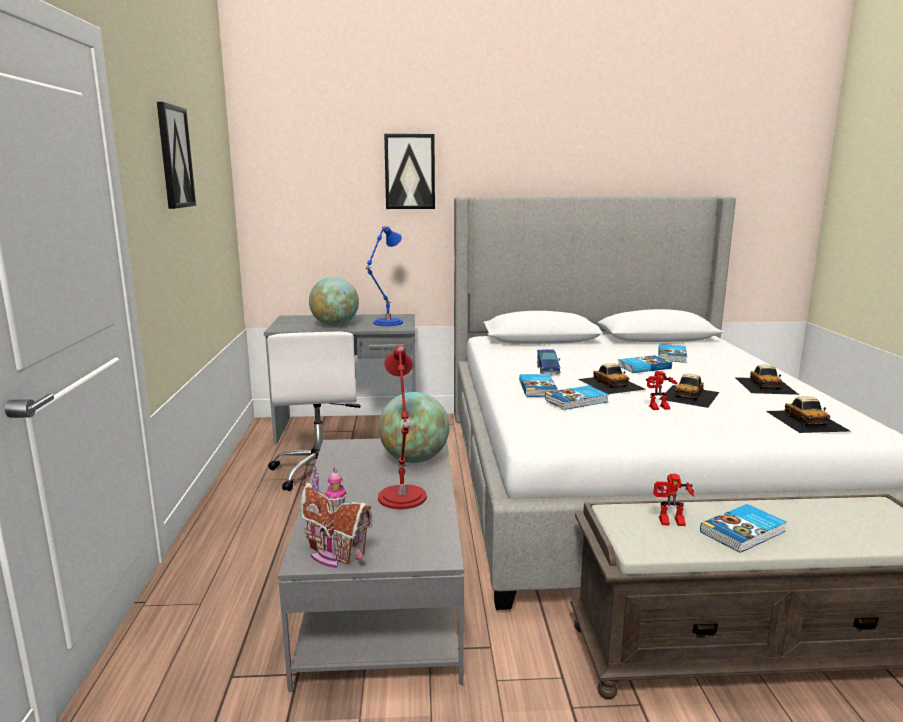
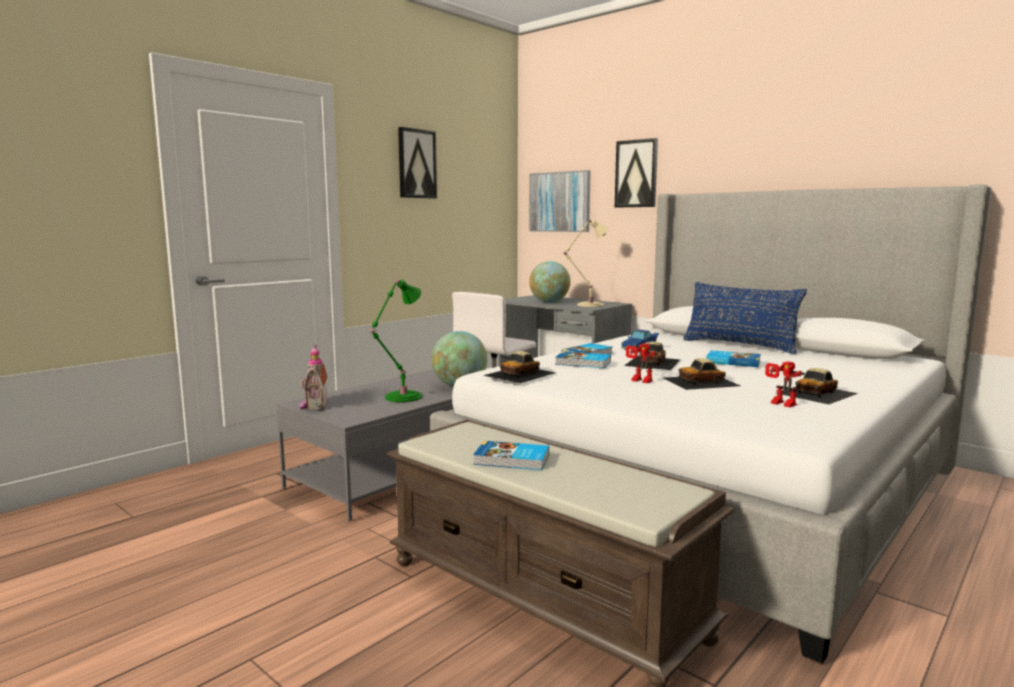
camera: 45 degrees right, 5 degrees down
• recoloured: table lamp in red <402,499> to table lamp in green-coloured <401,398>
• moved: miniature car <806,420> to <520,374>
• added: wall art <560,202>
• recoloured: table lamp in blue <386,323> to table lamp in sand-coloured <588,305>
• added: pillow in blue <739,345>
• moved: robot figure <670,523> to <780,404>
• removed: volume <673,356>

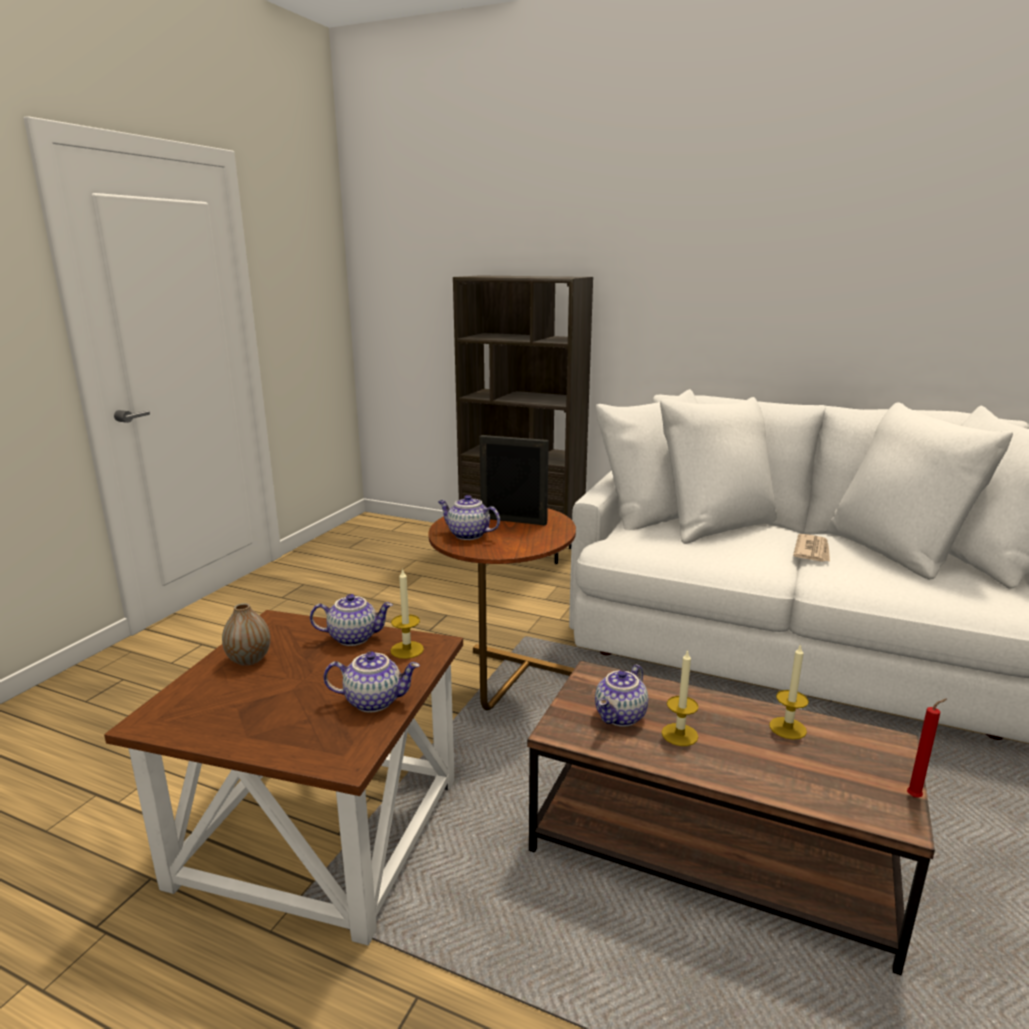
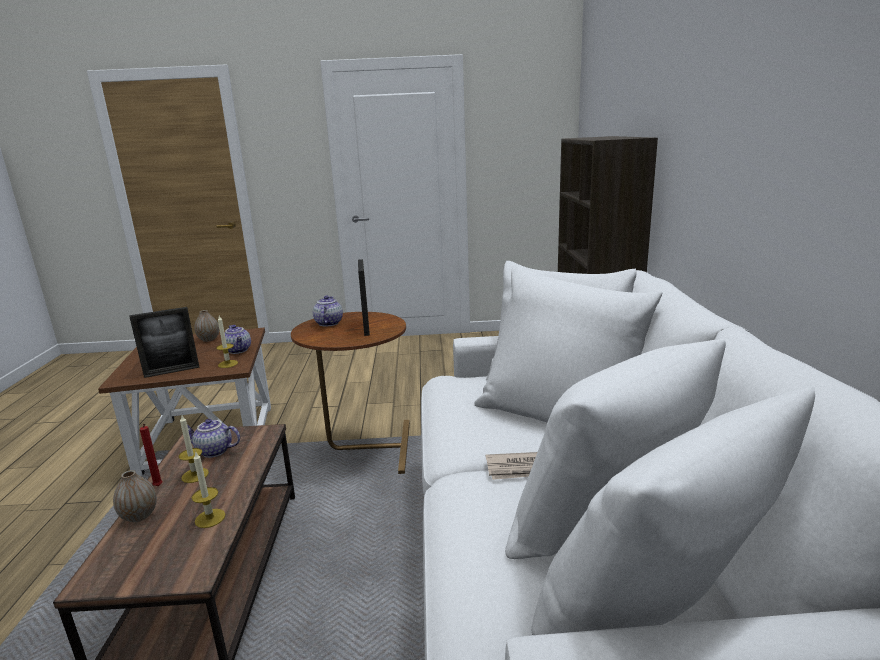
camera: 65 degrees right, 0 degrees up
• added: flower vase <139,516>
• replaced: teapot <374,700> to photo frame <172,371>
• moved: candle in red <916,797> to <158,487>

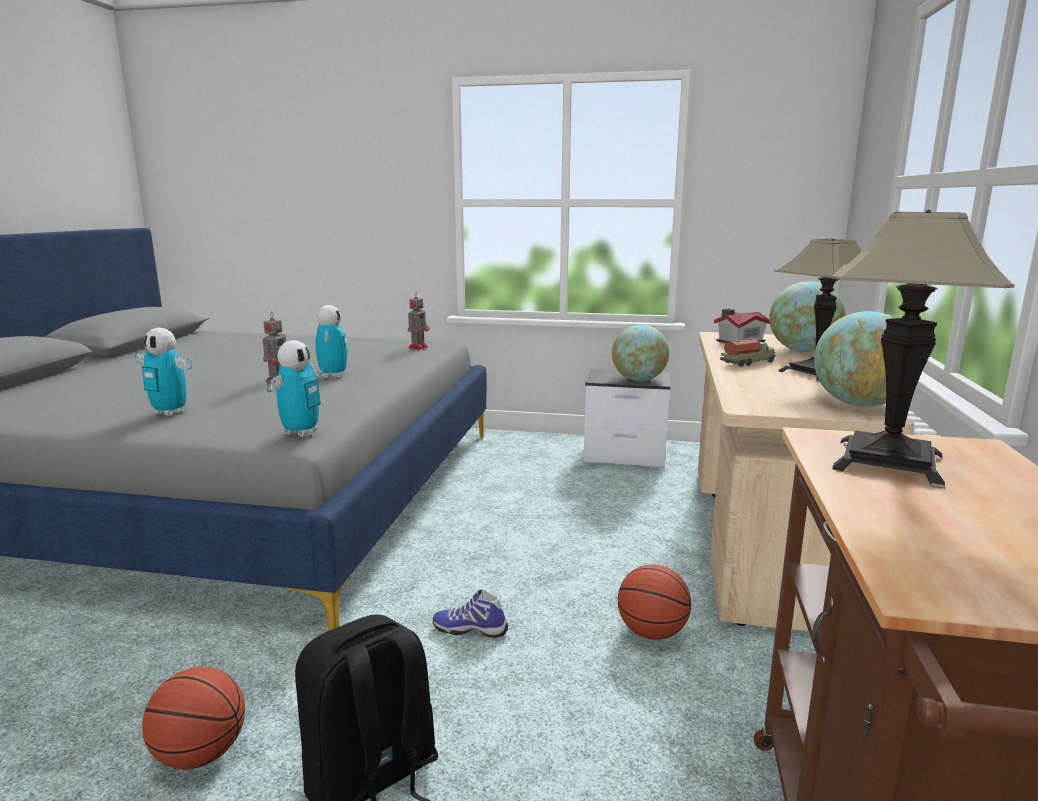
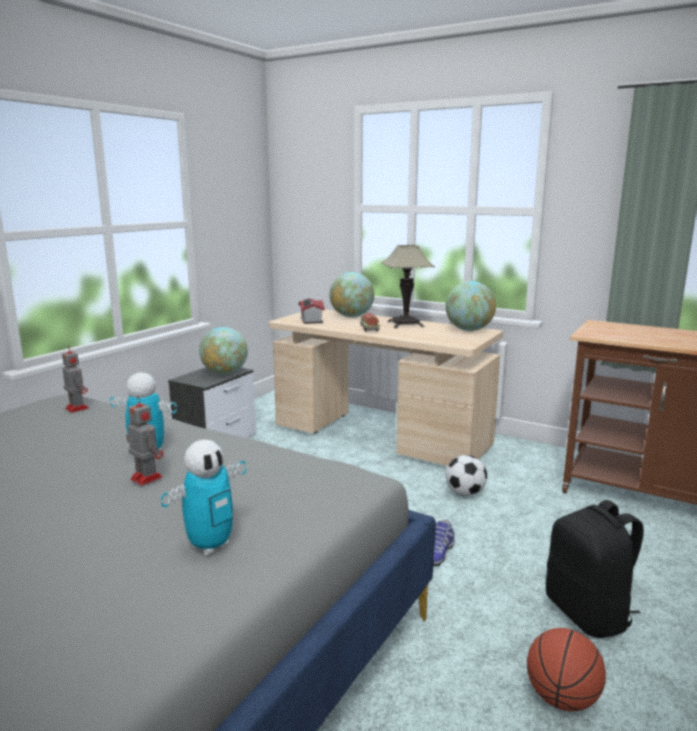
camera: 70 degrees left, 0 degrees up
• replaced: ball for basketball <652,632> to football ball <465,494>
• removed: robot figure <301,432>
• removed: table lamp <887,462>

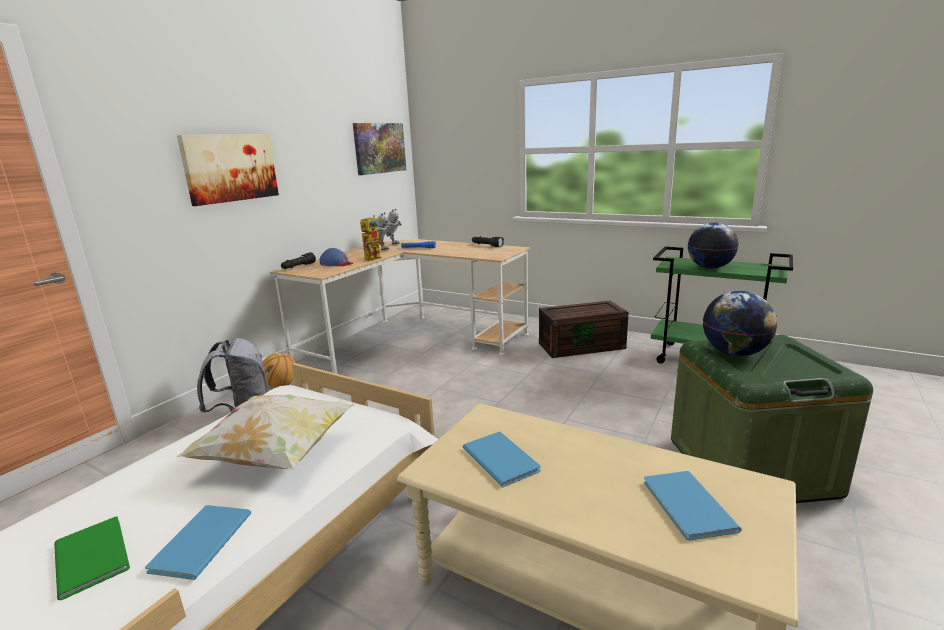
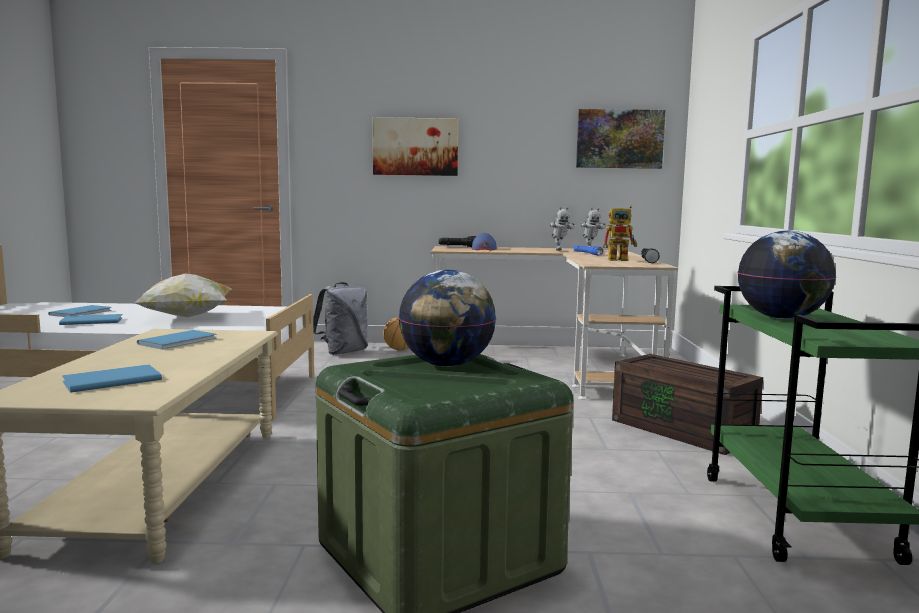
camera: 60 degrees right, 10 degrees down
• recoloured: volume in green-coloured <94,554> to volume in blue <83,312>
• moved: robot figure <374,258> to <622,260>

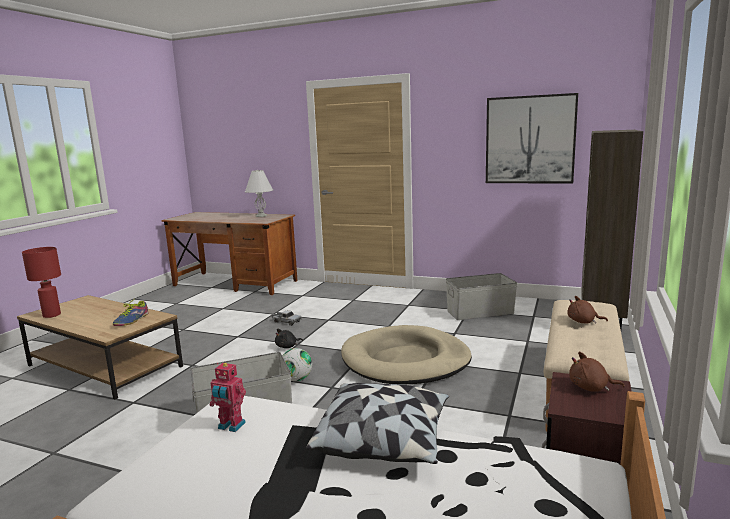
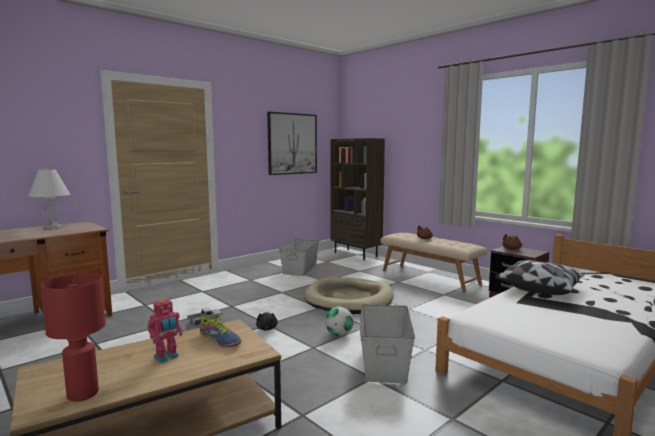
camera: 65 degrees left, 5 degrees down
• moved: robot figure <230,426> to <166,357>

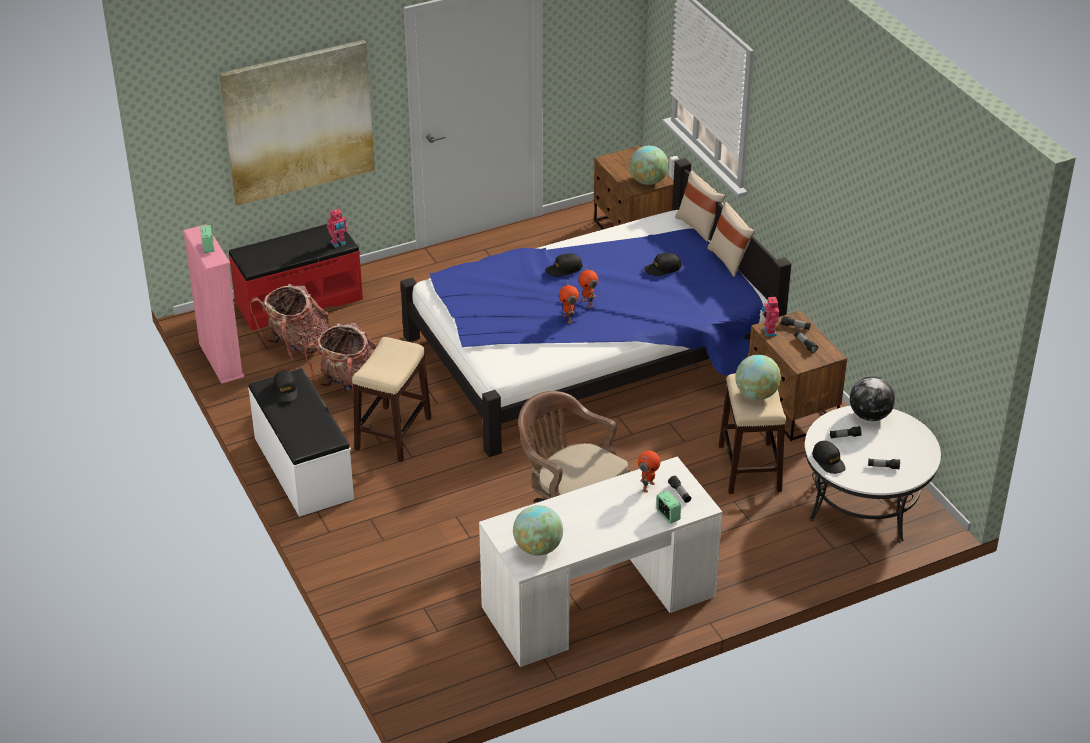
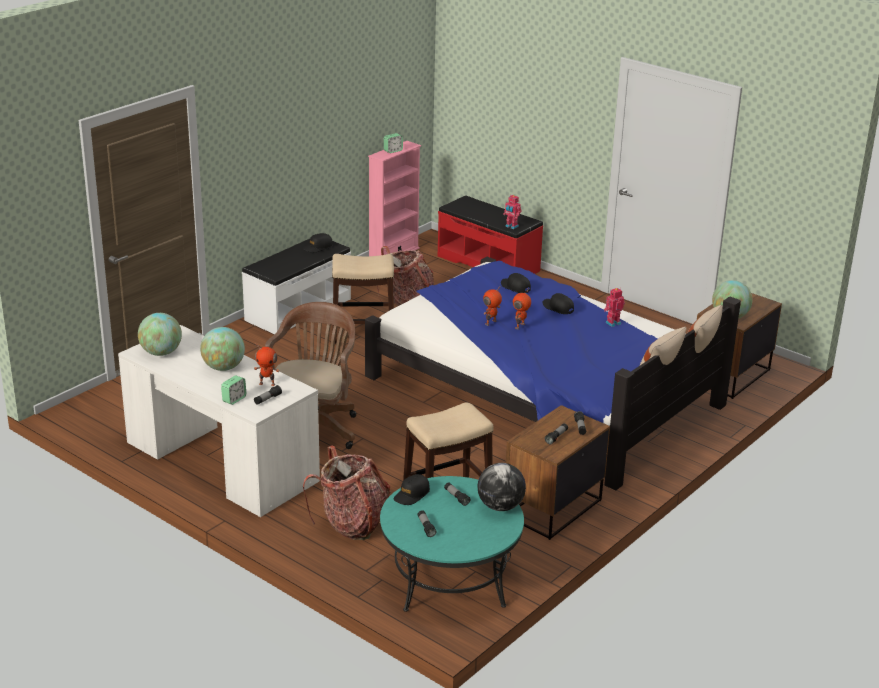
camera: 65 degrees right, 10 degrees down
• moved: globe <756,394> to <223,367>
• moved: backpack <297,345> to <352,524>
• recoloured: lounge table in whitish <865,500> to lounge table in turquoise-coloured <450,577>
• moved: baseball cap in blackish <662,268> to <515,287>
• moved: robot figure <768,332> to <612,323>
• removed: wall art <298,121>

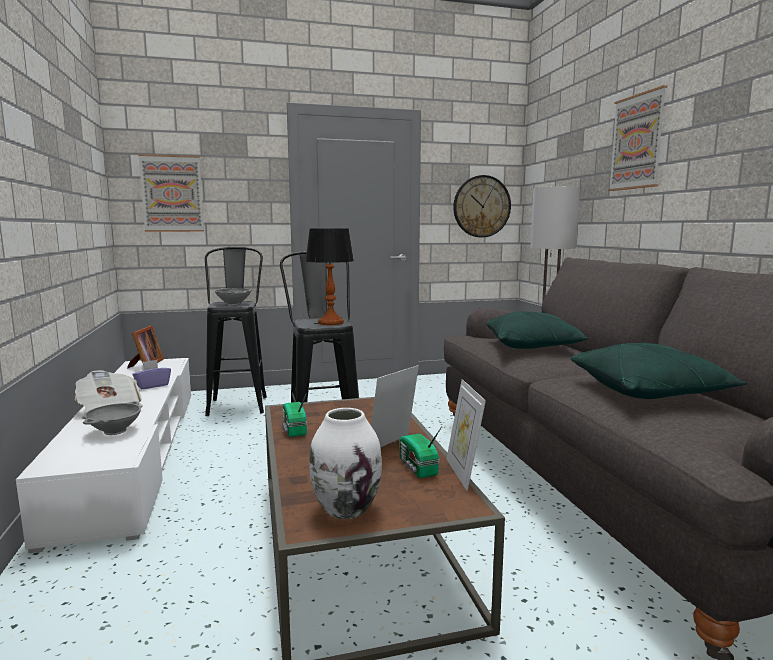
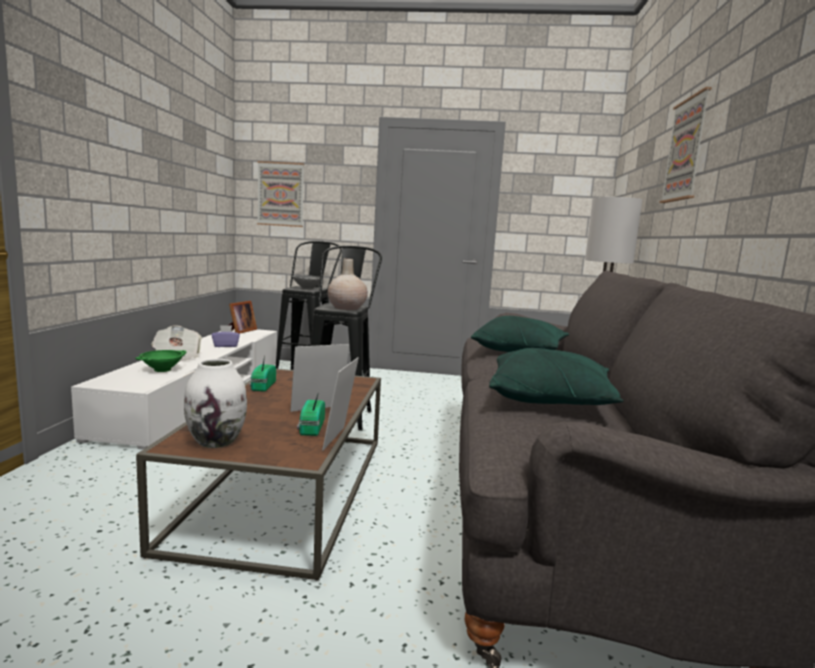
camera: 20 degrees right, 0 degrees up
• recoloured: deep dish in greyish <114,431> to deep dish in green-coloured <162,370>
• replaced: table lamp <330,323> to flower vase in sand-coloured <346,308>
• removed: wall clock <481,206>

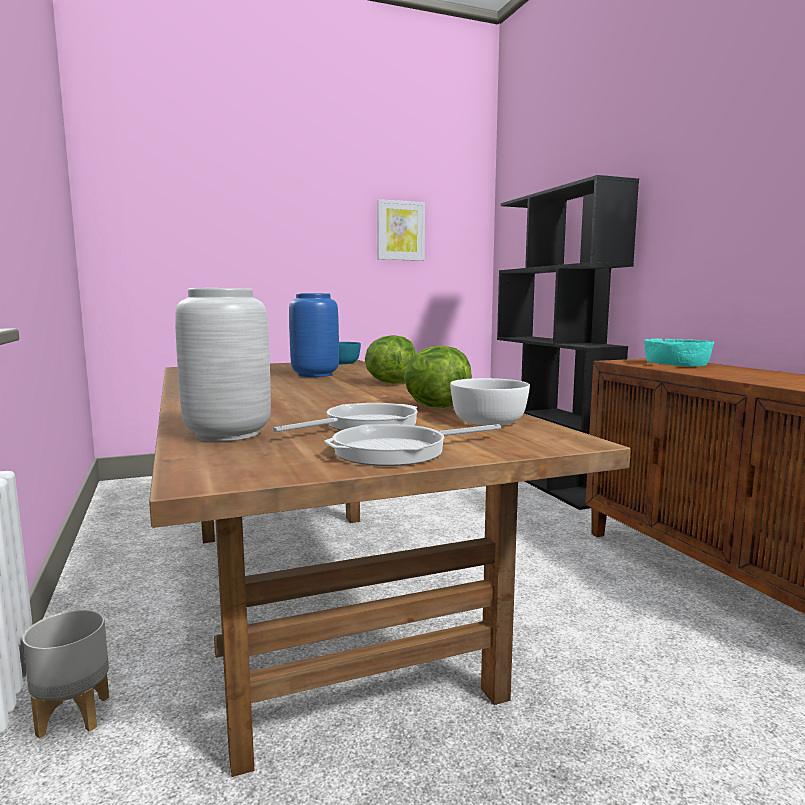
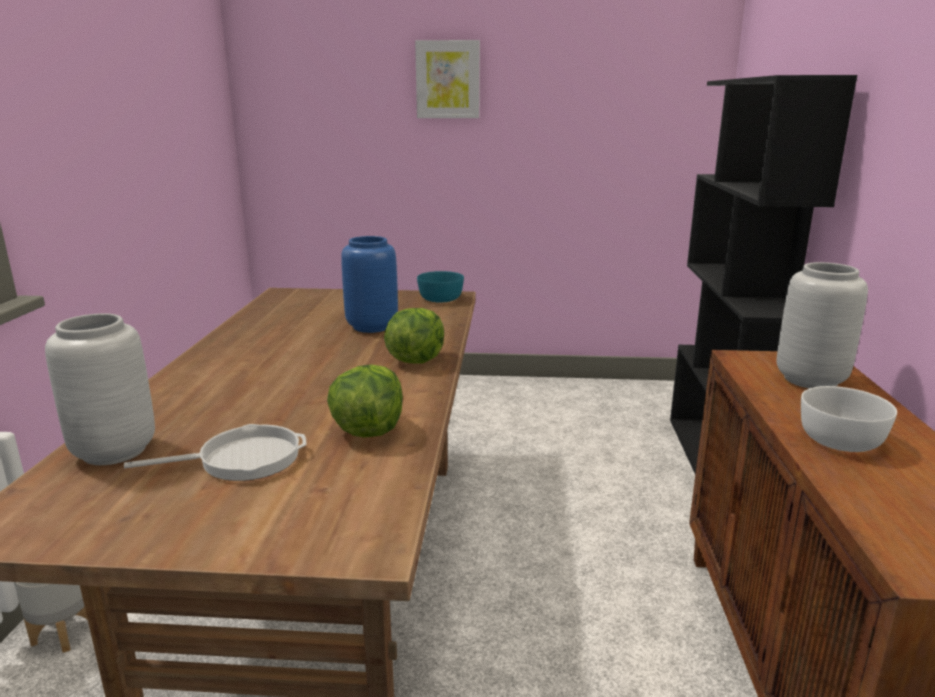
camera: 25 degrees right, 10 degrees up
• moved: wall art <400,231> to <448,80>
• replaced: deep dish in turquoise-coloured <677,364> to flower vase in greyish <812,380>
• moved: deep dish in whitish <487,421> to <839,439>
• removed: skillet <398,451>

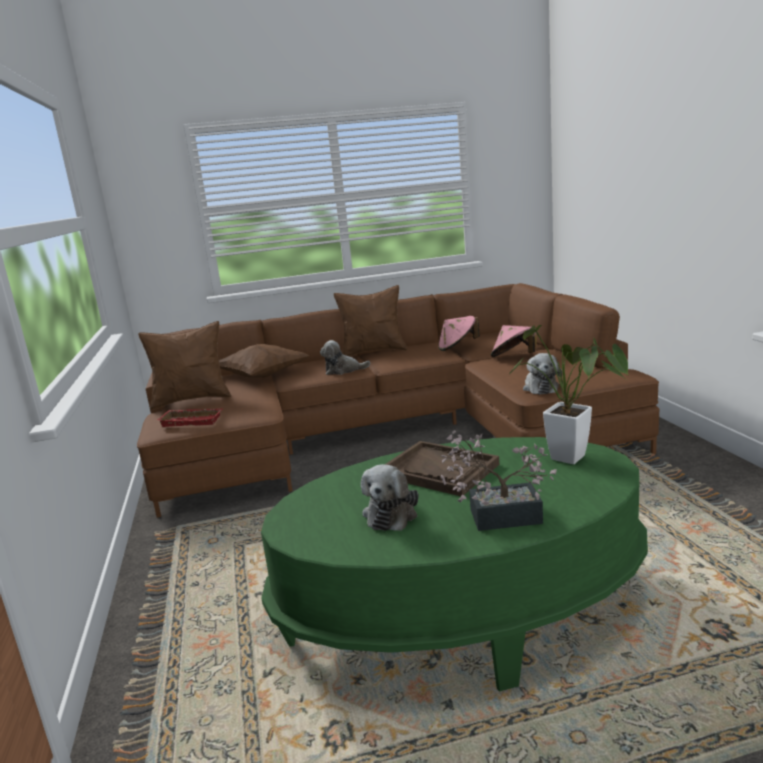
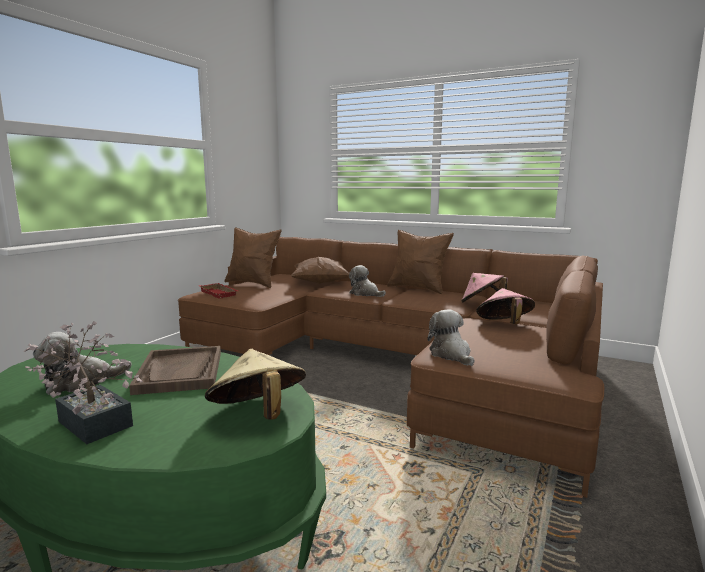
camera: 40 degrees right, 5 degrees down
• replaced: plant in a pot <575,459> to wearable hat in sand-coloured <258,415>
• turned: plush toy <540,387> = <451,355> 120 degrees clockwise

